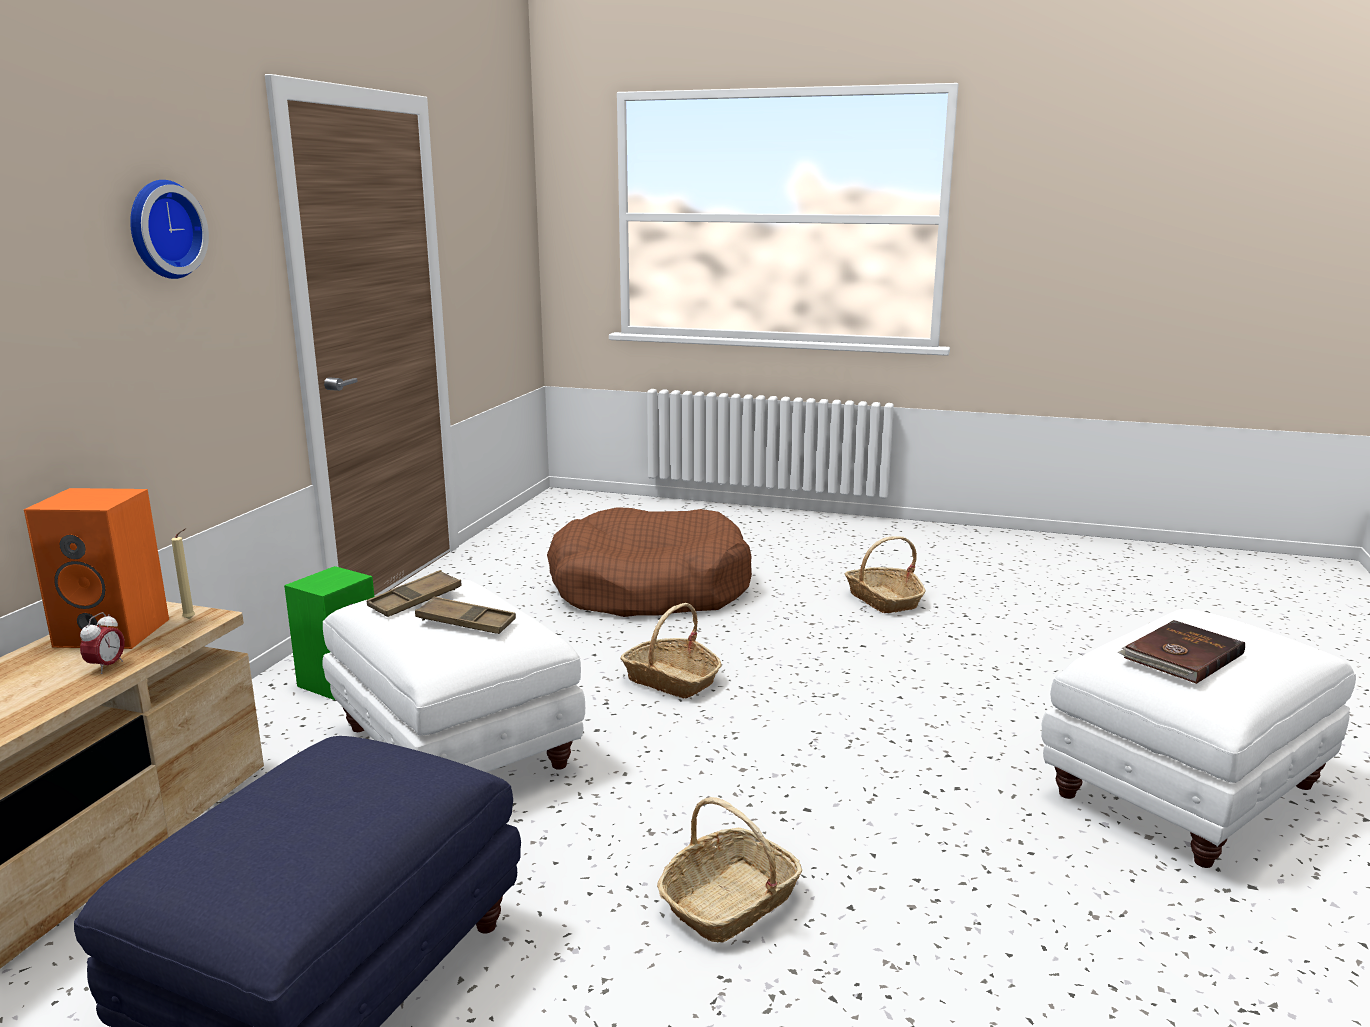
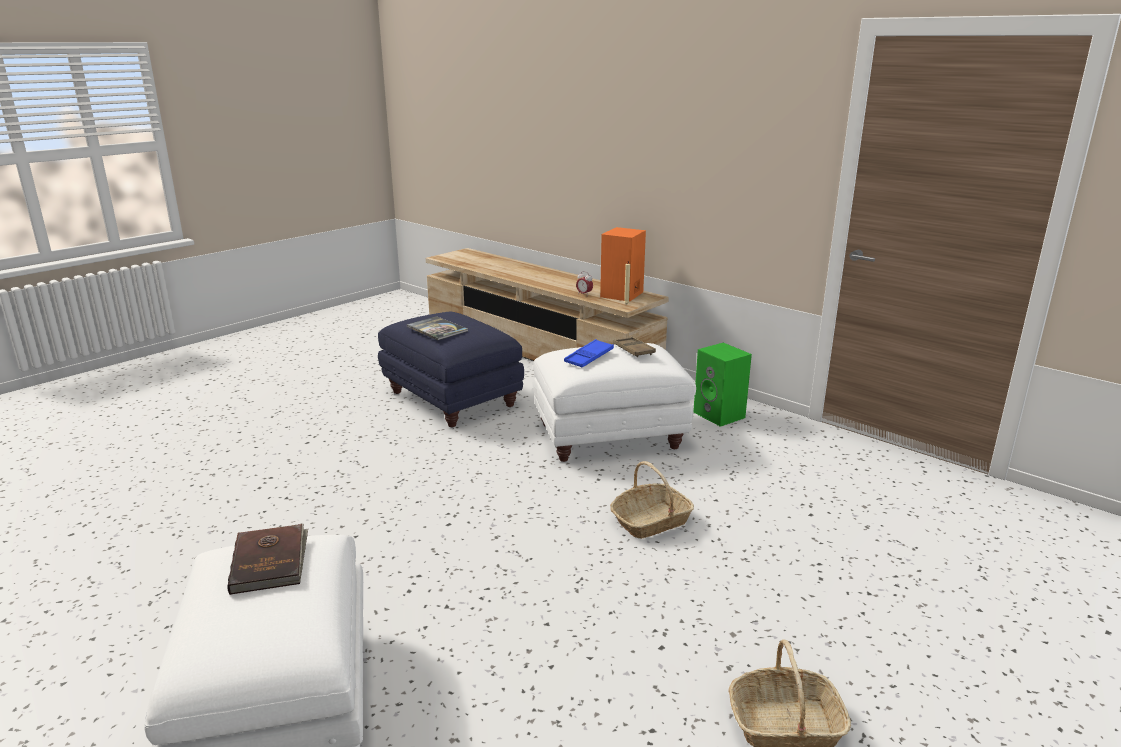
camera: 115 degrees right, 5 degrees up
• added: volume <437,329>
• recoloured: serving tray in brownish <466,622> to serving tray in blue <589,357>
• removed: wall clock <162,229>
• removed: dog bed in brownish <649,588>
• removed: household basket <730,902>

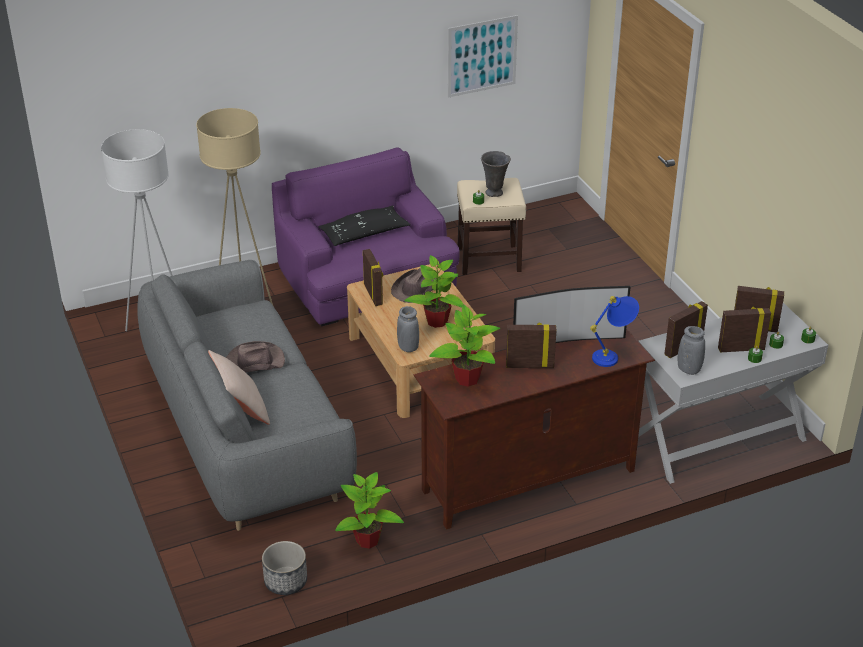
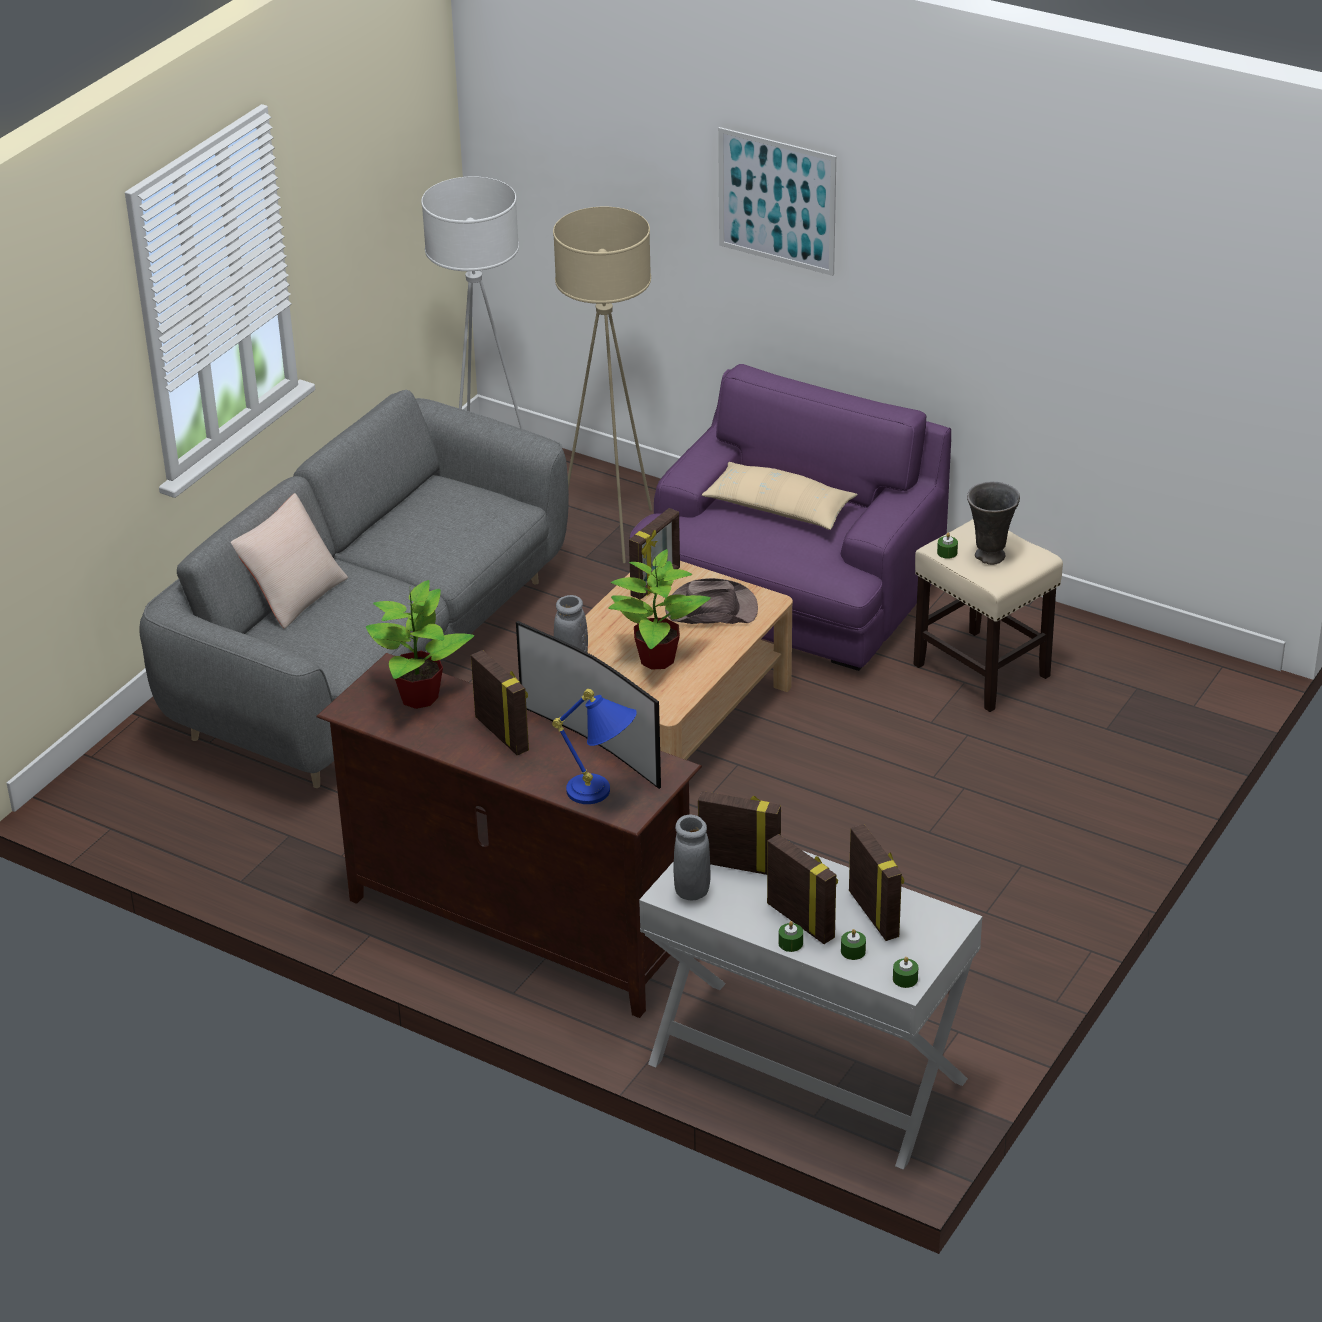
camera: 55 degrees right, 0 degrees up
• recoloured: pillow in blackish <364,234> to pillow in sand-coloured <778,509>
• moved: wall art <482,56> to <776,201>
• removed: wearable hat in brownish <254,362>
• removed: planter <285,581>
• removed: plant in a pot <368,540>

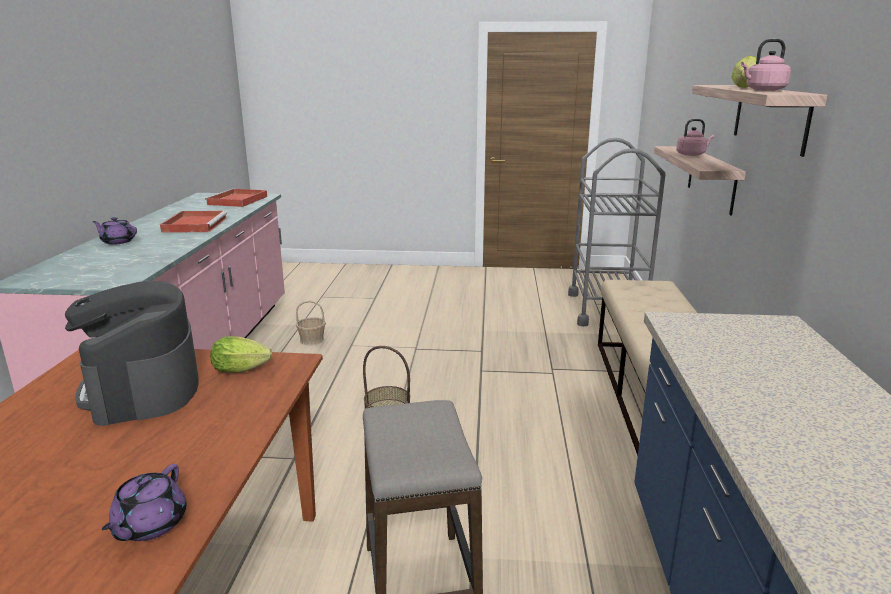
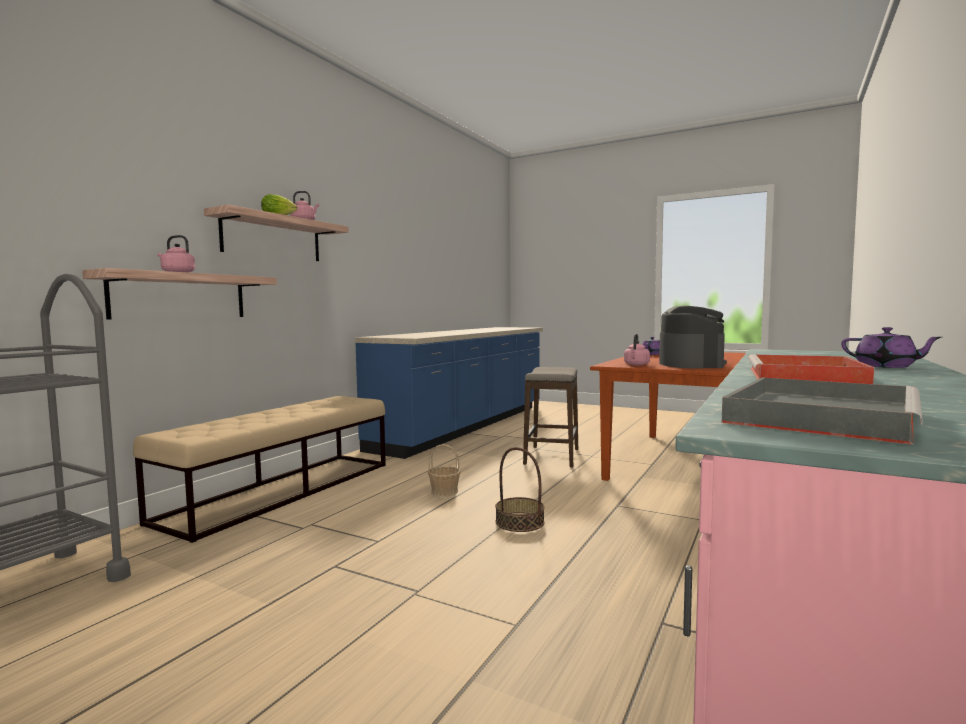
camera: 155 degrees left, 15 degrees down
• moved: household basket <312,340> to <444,491>
• replaced: lettuce head <244,370> to kettle in pinkish <636,365>
• recoloured: serving tray in red <237,201> to serving tray in greyish <820,415>

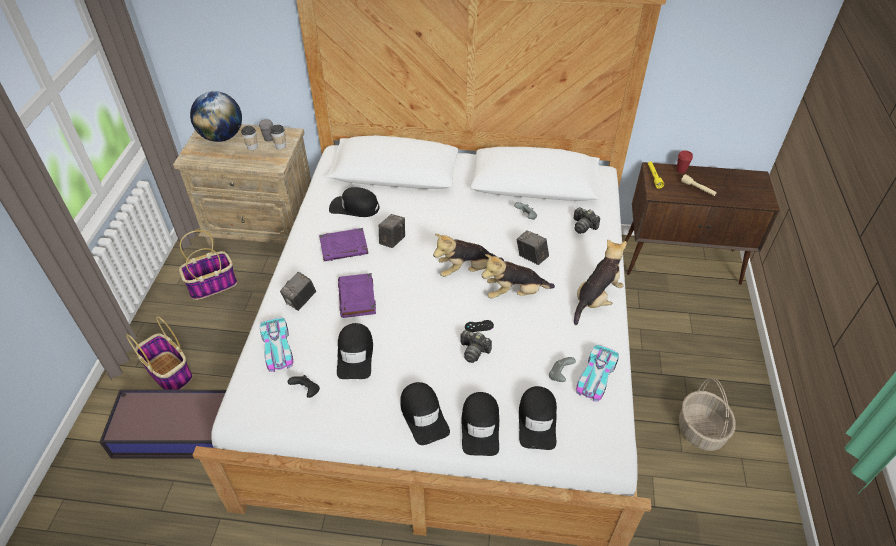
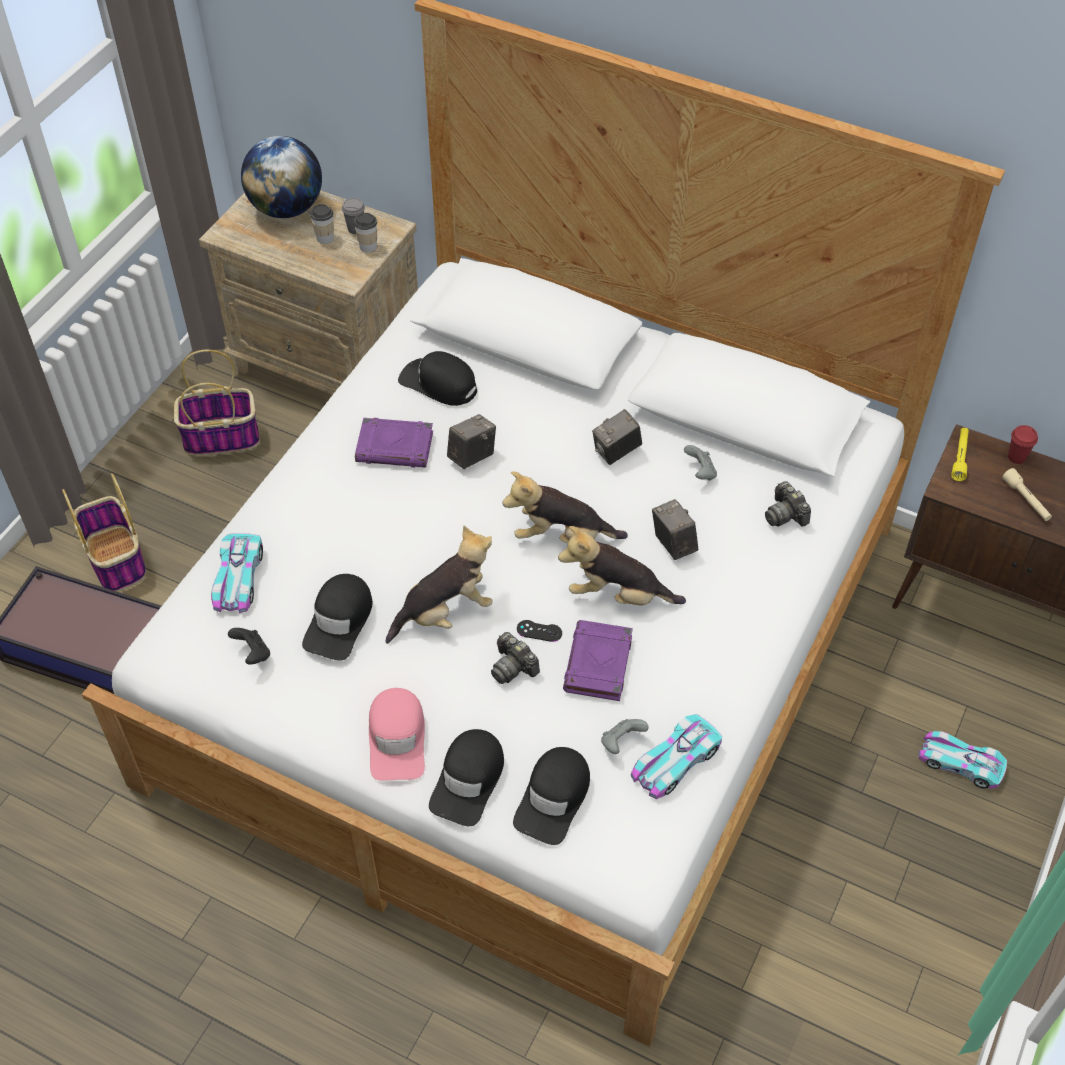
camera: 20 degrees right, 5 degrees up
• recoloured: baseball cap in blackish <423,415> to baseball cap in pinkish <397,739>
• moved: plush toy <596,299> to <445,612>
• moved: volume in purplish <357,298> to <598,665>
• moved: photo camera <300,301> to <616,452>
• added: miniature car <960,763>
• removed: household basket <701,430>

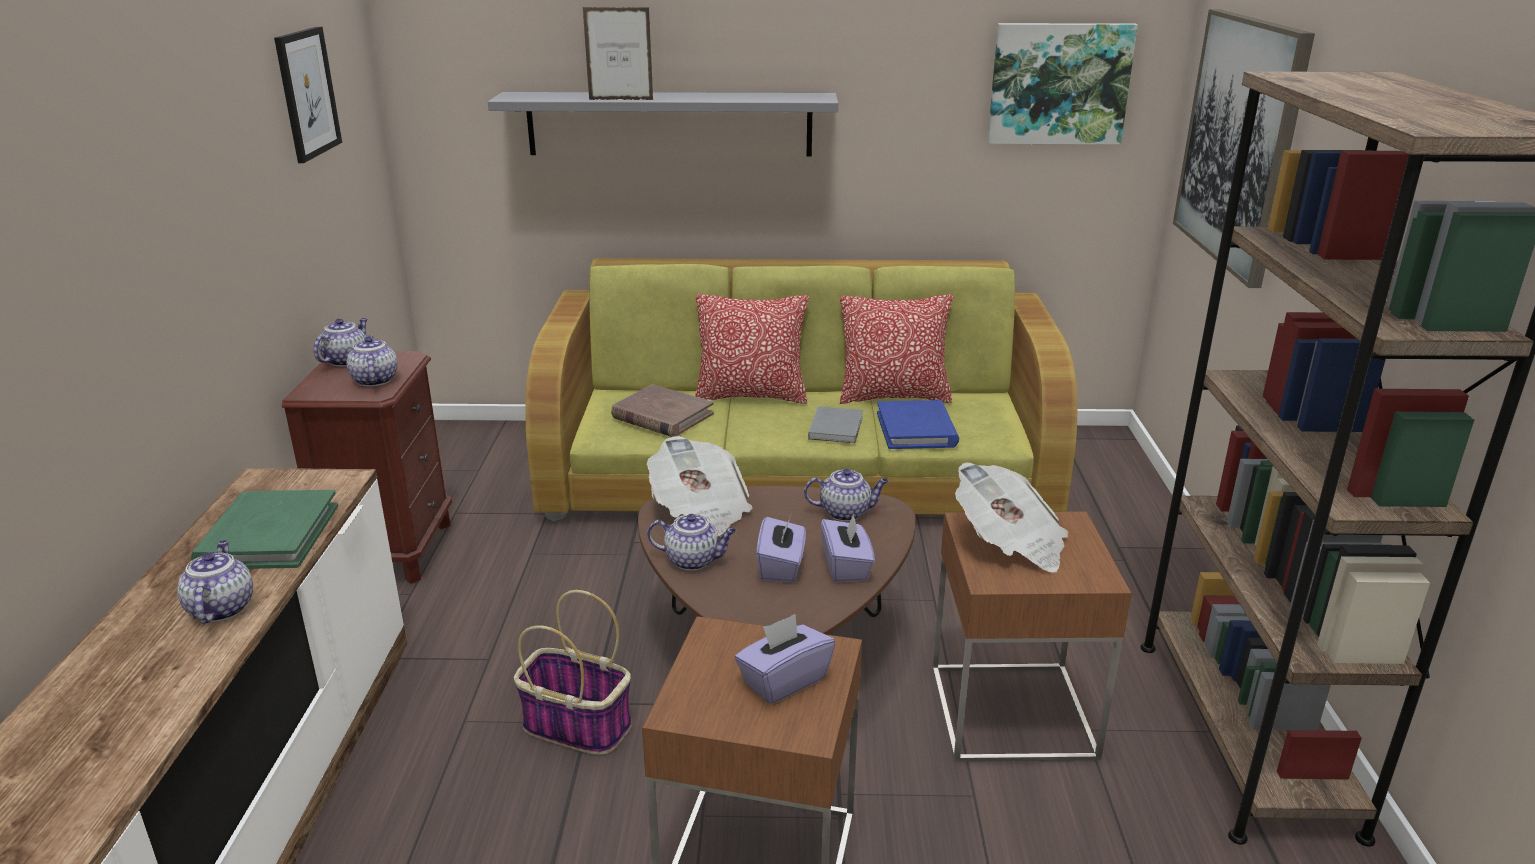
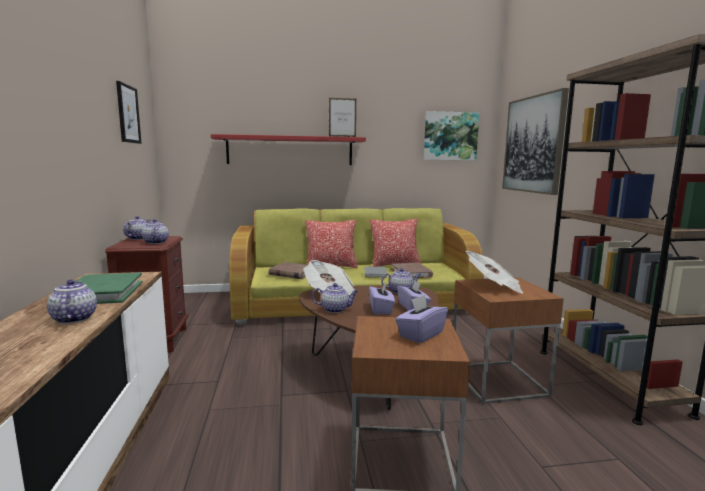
camera: 10 degrees left, 15 degrees down
• recoloured: shelf in greyish <669,124> to shelf in red <290,151>
• moved: photo frame <621,100> to <342,136>
• recoloured: volume in blue <916,429> to volume in brownish <411,273>
• removed: household basket <574,726>

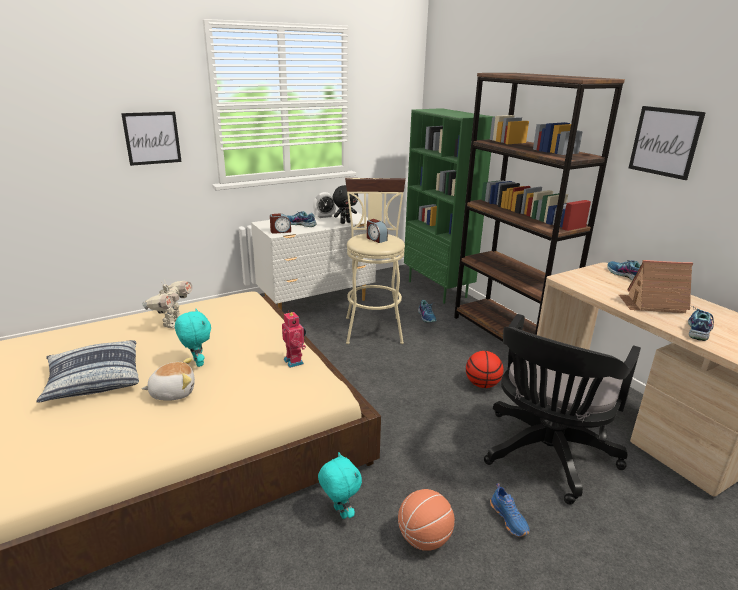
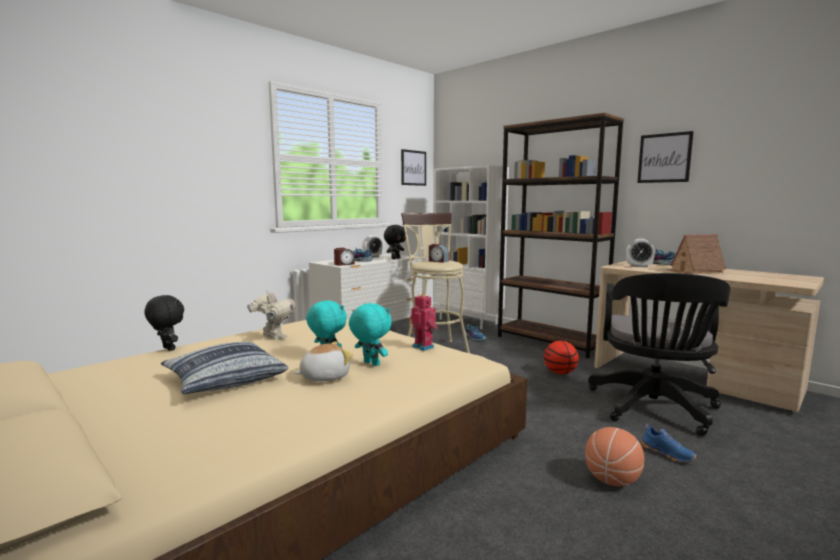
camera: 15 degrees left, 15 degrees down
• added: plush toy in blackish <167,349>
• turned: robot figure <172,323> = <273,337> 45 degrees counterclockwise
• moved: plush toy in turquoise-coloured <339,512> to <370,364>
• moved: wall art <152,138> to <413,168>
• recoloured: bookcase in green-coloured <438,289> to bookcase in whitish <468,321>
• added: alarm clock <639,266>
• removed: item of footwear <697,329>

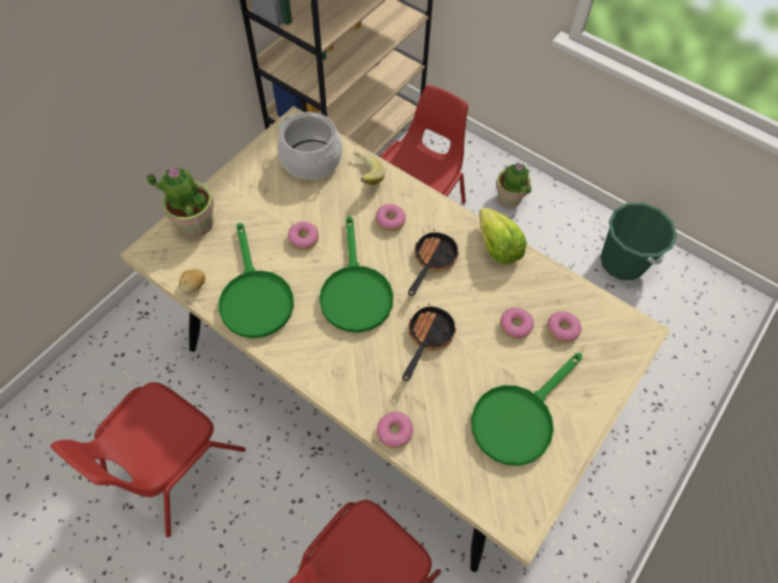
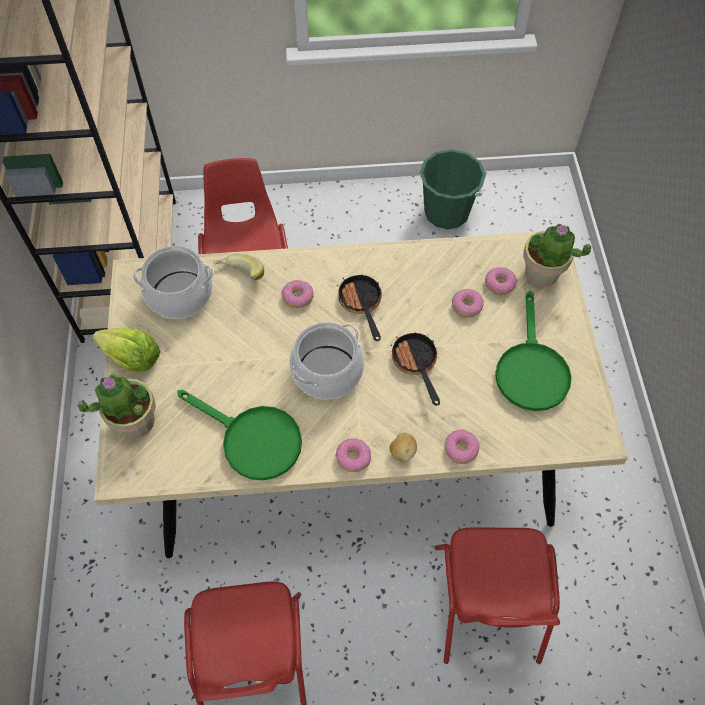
camera: 40 degrees left, 0 degrees up
• moved: lettuce head <497,247> to <132,358>
• replaced: skillet in green-coloured <355,291> to saucepot <327,372>
• moved: doughnut <303,239> to <353,457>
• moved: spud <194,286> to <402,451>
• moved: plant in a pot <509,198> to <542,273>

